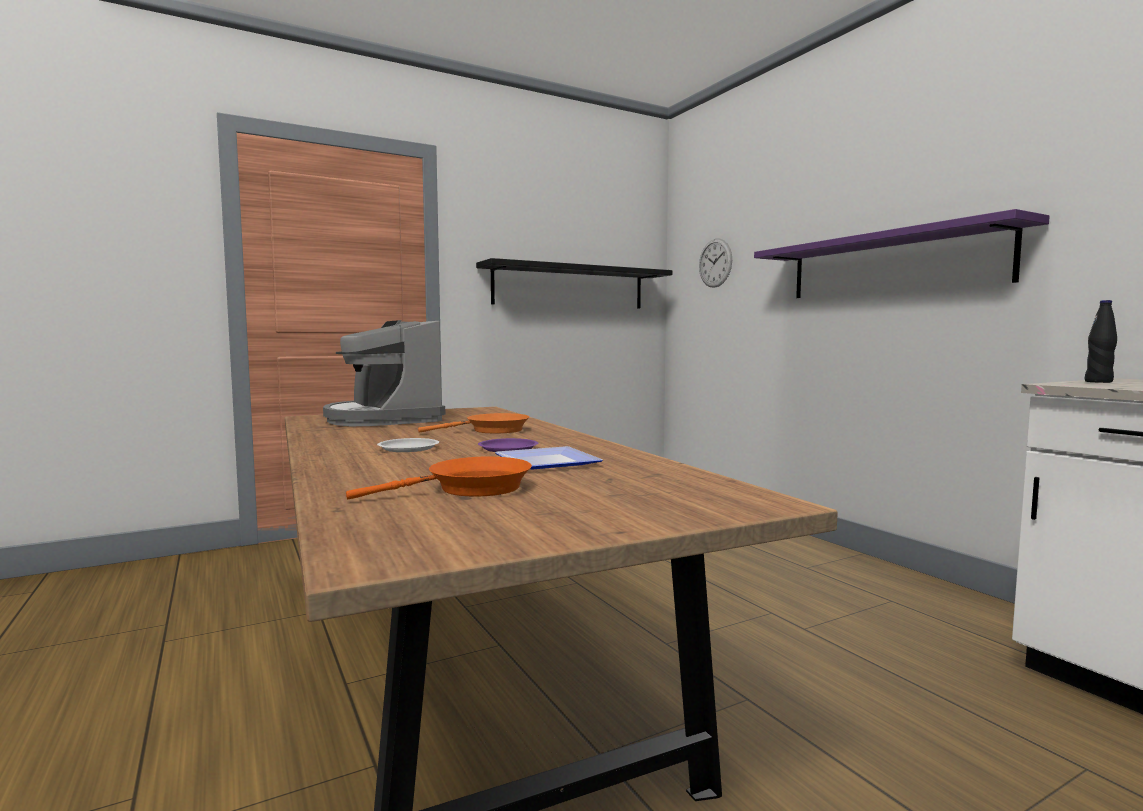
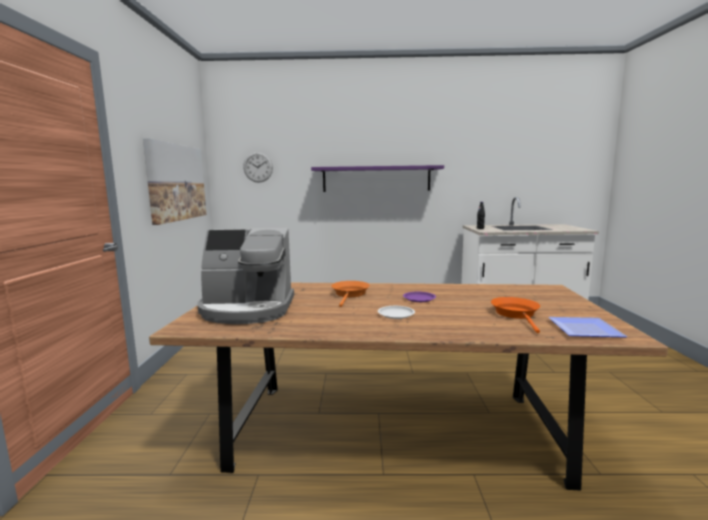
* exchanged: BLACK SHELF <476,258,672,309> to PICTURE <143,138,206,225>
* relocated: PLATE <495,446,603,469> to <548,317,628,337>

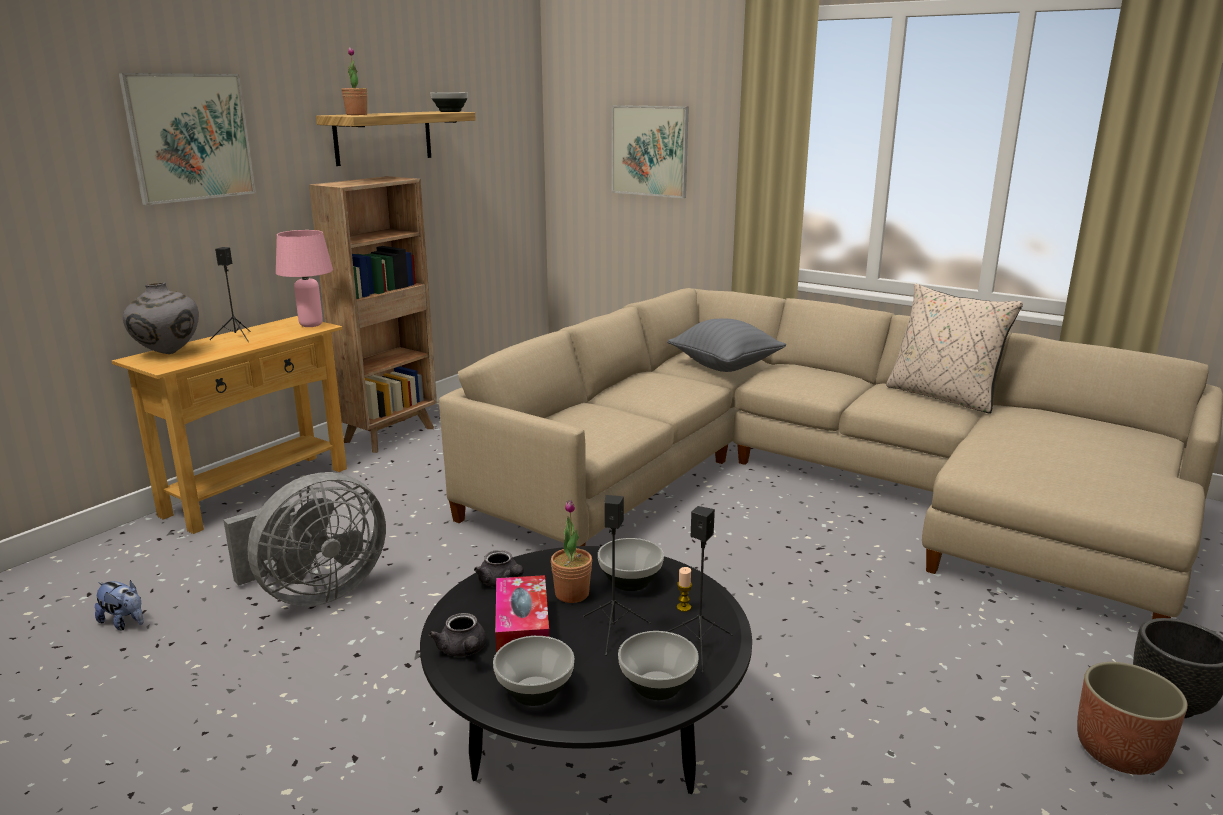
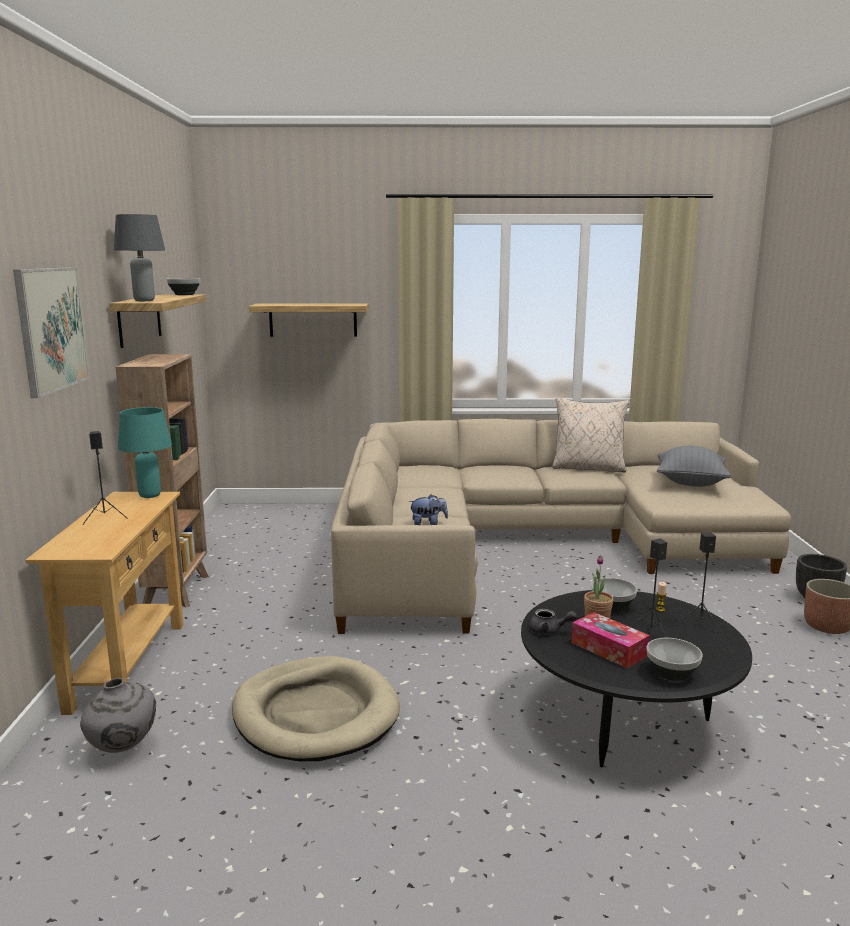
* relocated: PLUSH TOY <95,580,144,630> to <409,494,448,525>
* relocated: GREY VASE <123,282,199,354> to <80,678,156,753>
* exchanged: GREY FAN <223,472,386,606> to BEIGE DOG BED <232,656,400,762>
* colour: PINK TABLE LAMP <276,230,333,327> to TURQUOISE TABLE LAMP <118,407,172,498>
* exchanged: POTTED PLANT <341,47,367,115> to GREY TABLE LAMP <114,214,165,301>
* missing: GREY TEAPOT <429,613,487,657>
* exchanged: PICTURE <612,105,689,198> to SHELF <249,303,369,337>
* missing: BOWL <618,631,699,700>
* relocated: GREY PILLOW <667,319,786,372> to <657,446,731,487>

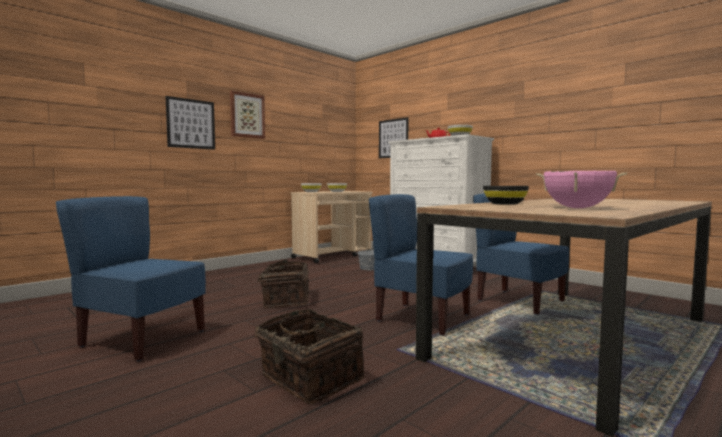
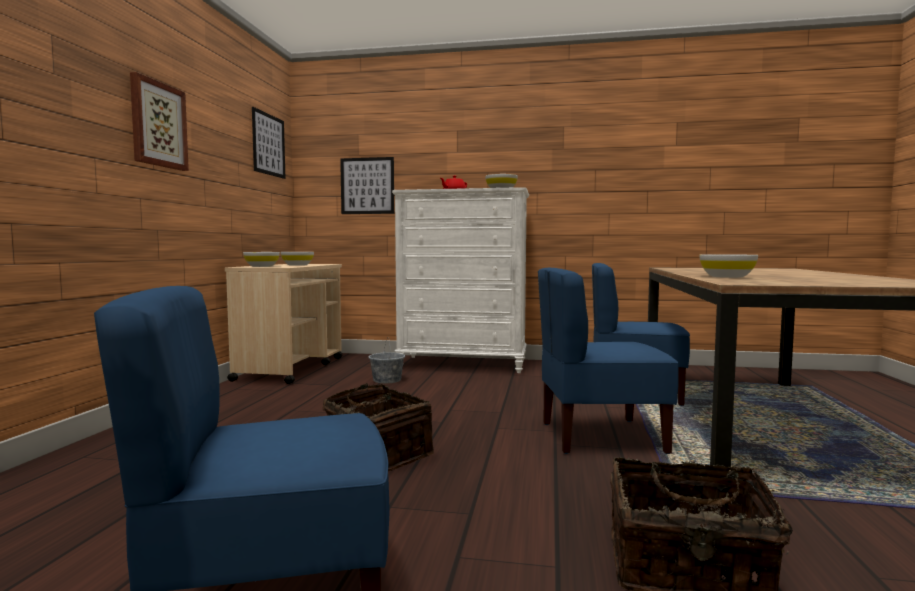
* relocated: PICTURE <166,96,215,150> to <252,107,286,179>
* colour: BLACK BOWL <483,186,529,205> to WHITE BOWL <699,254,758,278>
* missing: PINK COOKING POT <536,171,627,208>

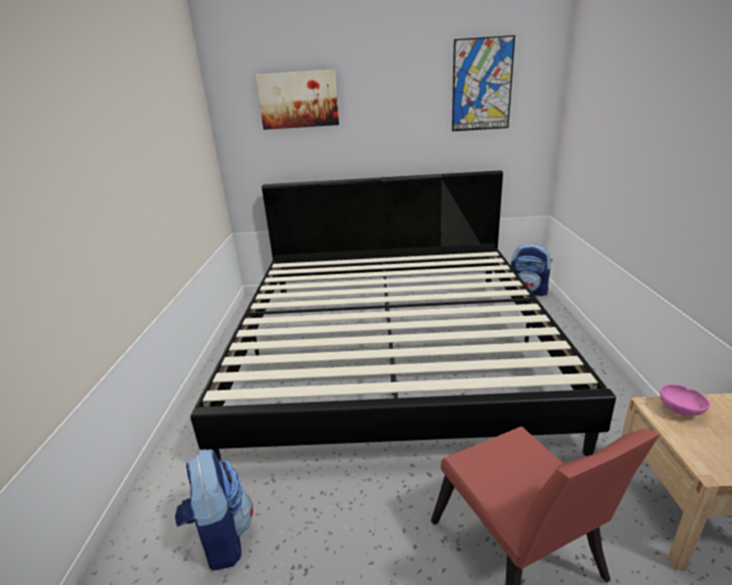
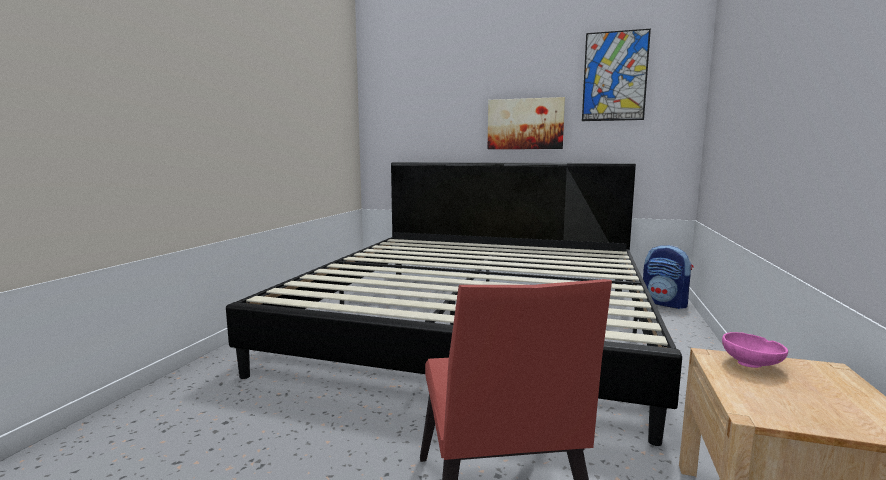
* missing: BACKPACK <175,449,253,571>
* relocated: PICTURE <255,69,339,130> to <488,97,565,149>

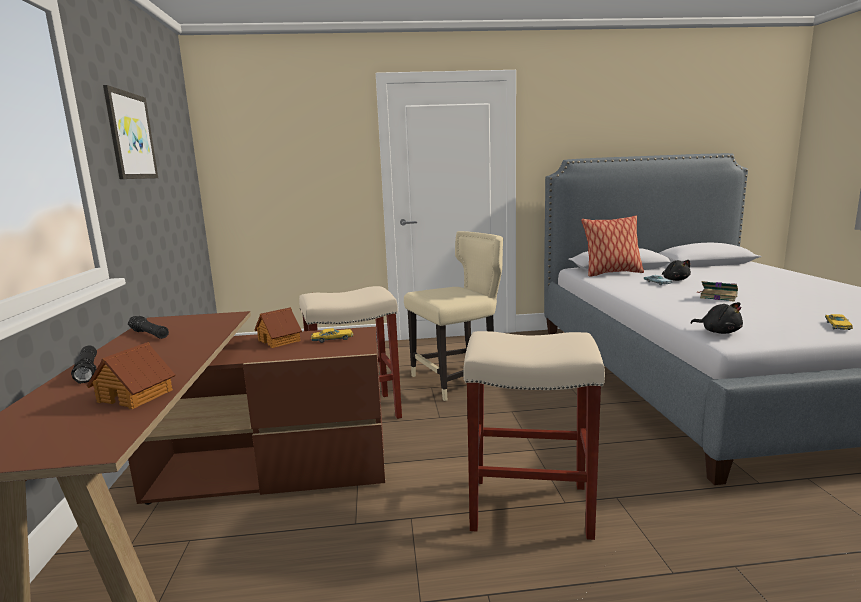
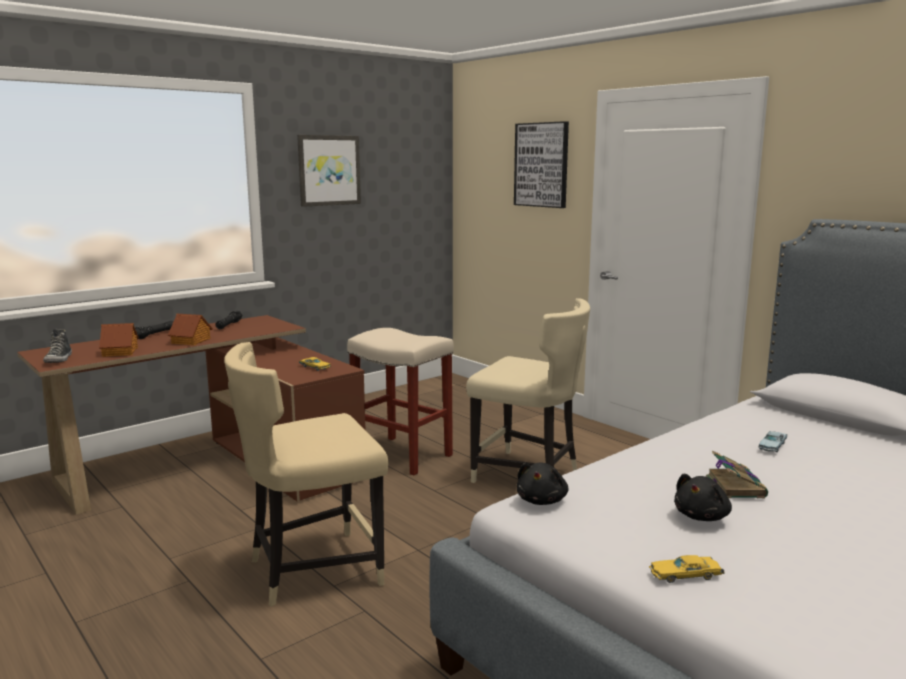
* relocated: TOY HOUSE <254,307,302,348> to <168,314,213,345>
* exchanged: BEIGE STOOL <463,331,605,540> to BEIGE CHAIR <224,342,388,607>
* missing: PILLOW <581,216,644,277>
* relocated: BLACK PLUSH TOY <662,260,691,281> to <674,473,732,521>
* appeared: SHOE <43,329,72,363>
* appeared: PICTURE <514,121,569,208>

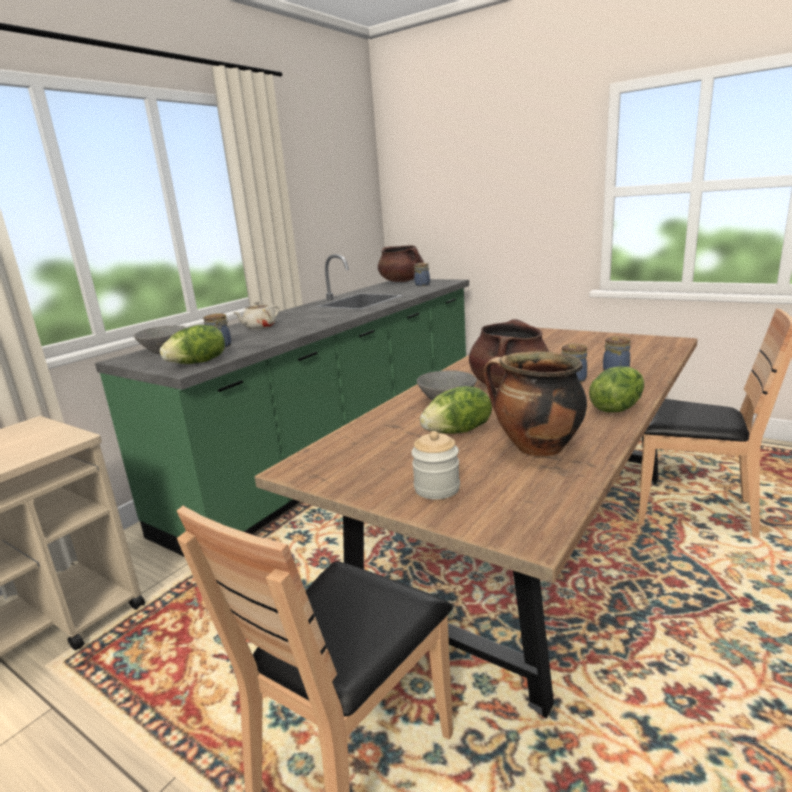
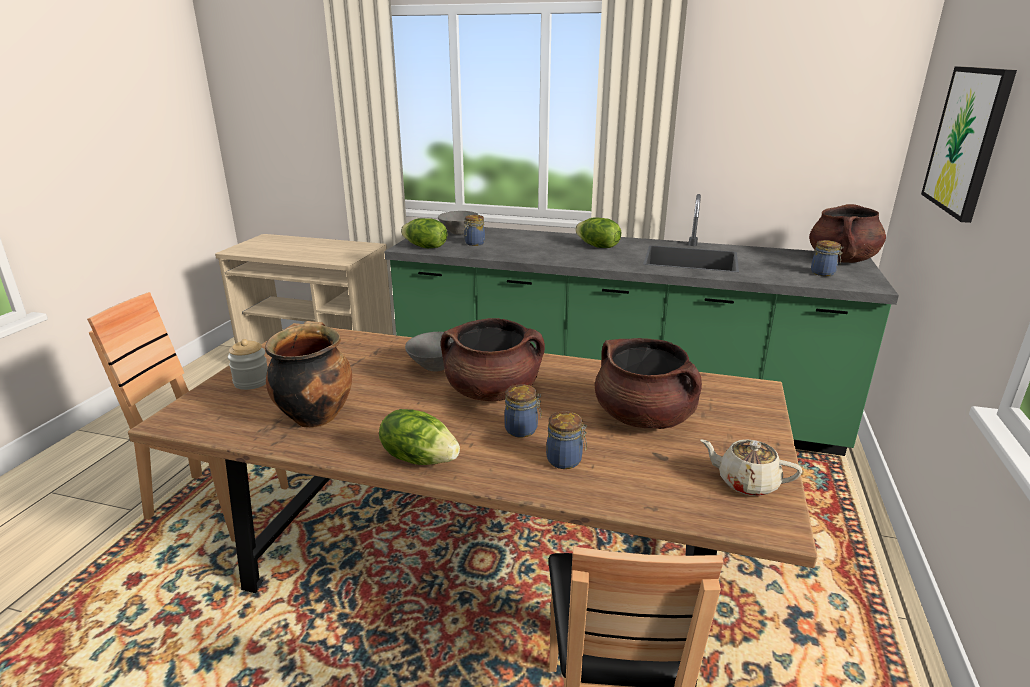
* relocated: BEIGE TEAPOT <232,301,279,330> to <700,439,802,496>
* relocated: LETTUCE <420,386,492,434> to <575,217,621,248>
* appeared: BROWN COOKING POT <595,338,702,429>
* appeared: PICTURE <921,66,1017,223>

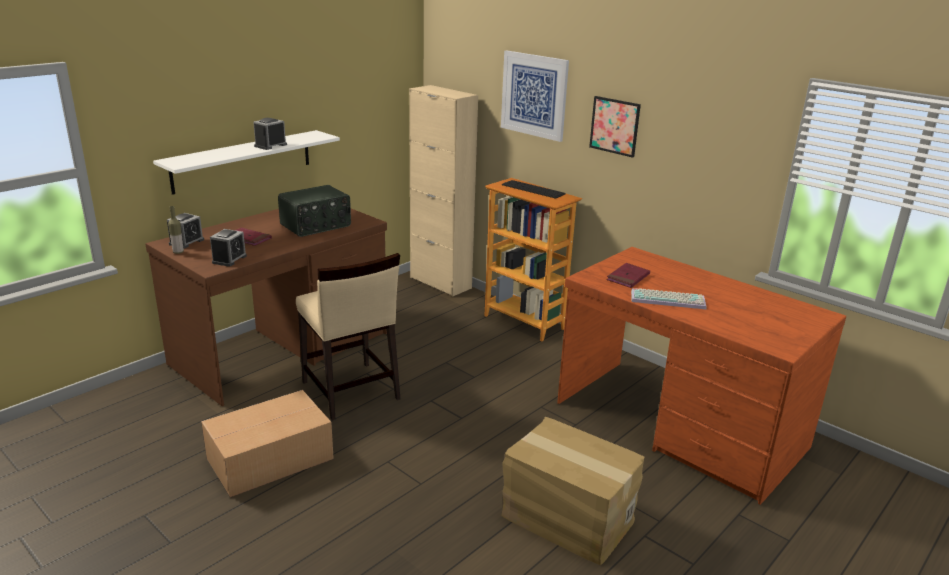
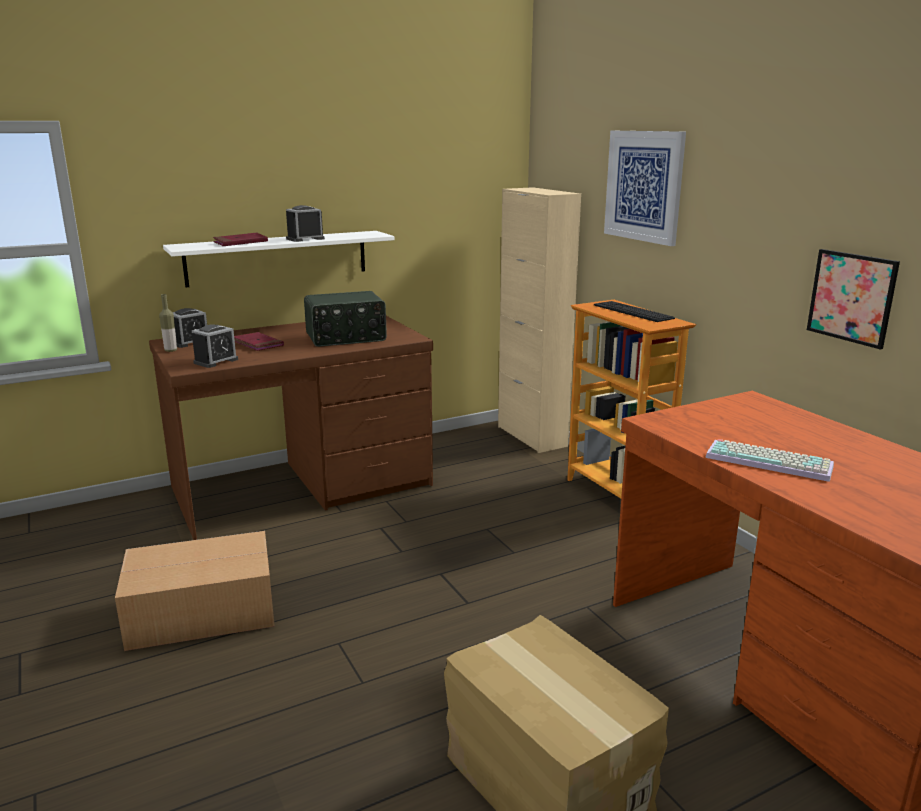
* missing: BEIGE CHAIR <296,253,400,420>
* relocated: PICTURE <589,96,641,158> to <807,249,900,349>
* relocated: RED BOOK <607,263,650,288> to <213,233,268,246>

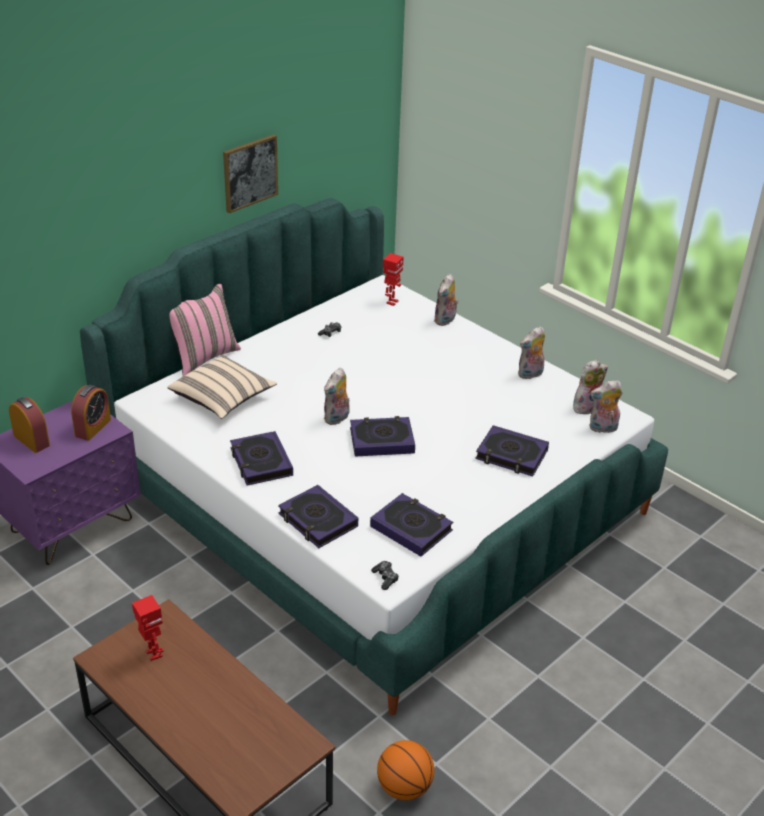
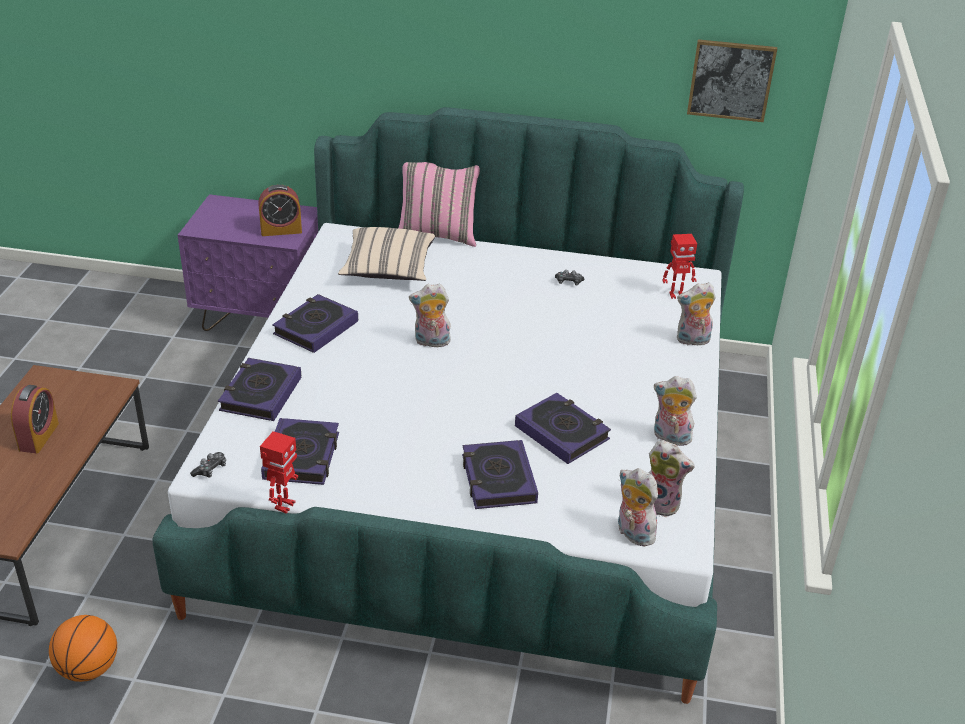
* relocated: ALARM CLOCK <9,397,50,453> to <11,385,59,453>
* relocated: TOY ROBOT <132,595,163,661> to <260,431,298,514>
* relocated: PICTURE <223,134,278,213> to <687,39,777,122>
* relocated: BOOK <350,416,415,457> to <515,393,611,464>

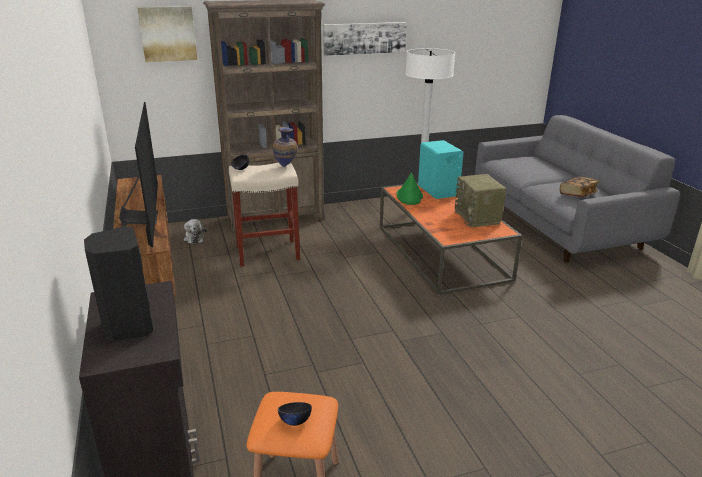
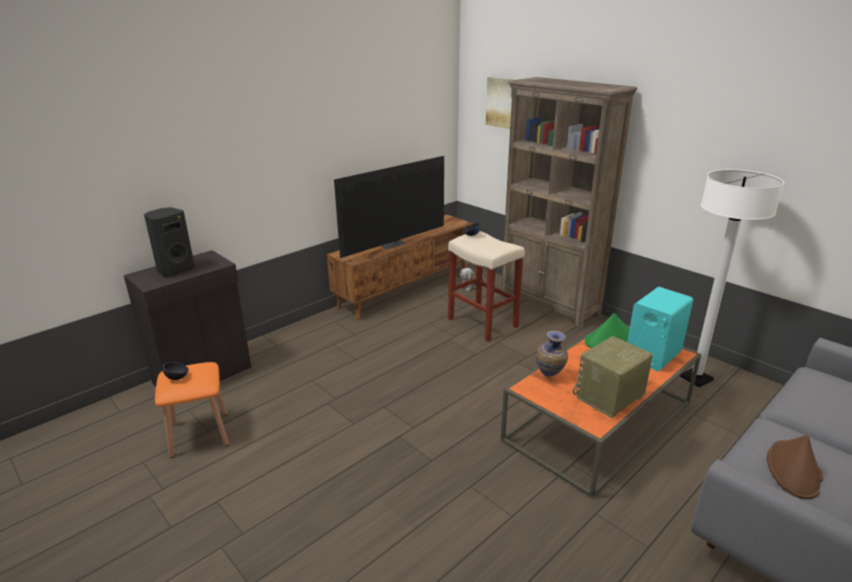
* relocated: VASE <273,127,297,167> to <536,331,568,377>
* missing: PICTURE <323,22,407,56>
* exchanged: BOOK <560,176,599,197> to BROWN HAT <767,435,823,499>

